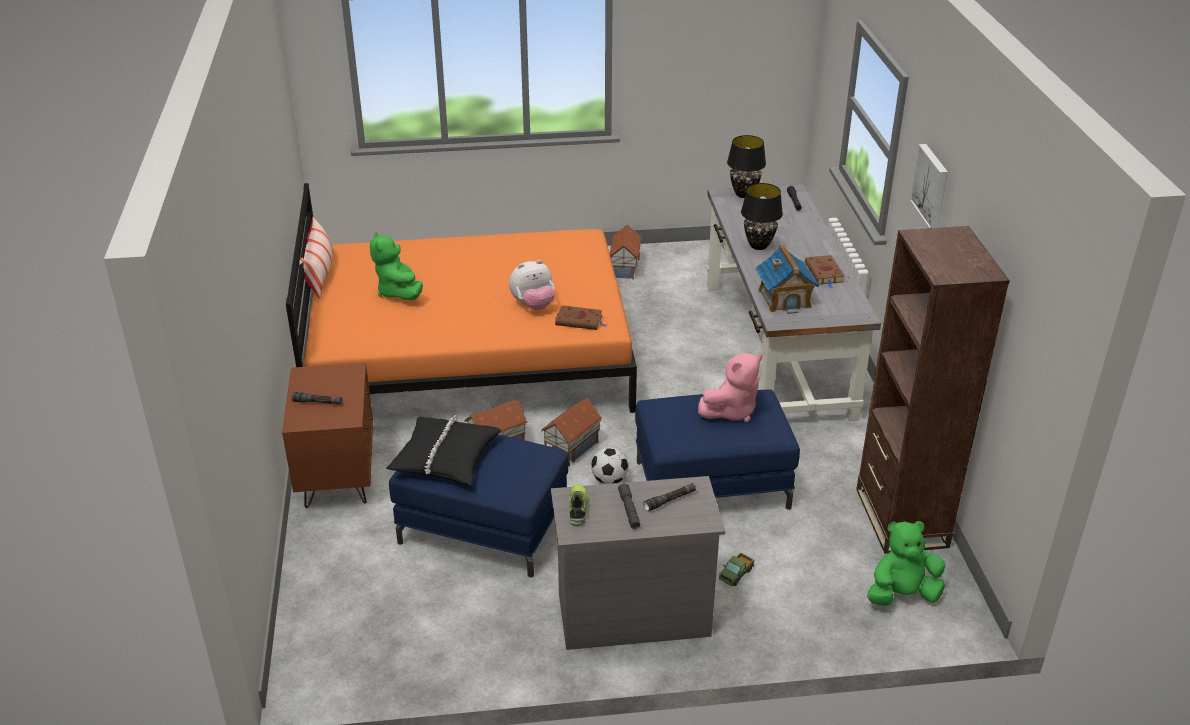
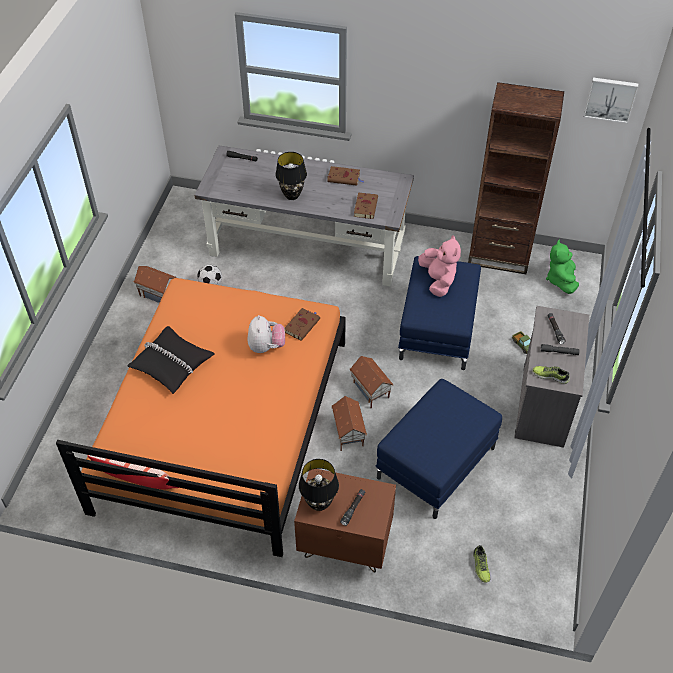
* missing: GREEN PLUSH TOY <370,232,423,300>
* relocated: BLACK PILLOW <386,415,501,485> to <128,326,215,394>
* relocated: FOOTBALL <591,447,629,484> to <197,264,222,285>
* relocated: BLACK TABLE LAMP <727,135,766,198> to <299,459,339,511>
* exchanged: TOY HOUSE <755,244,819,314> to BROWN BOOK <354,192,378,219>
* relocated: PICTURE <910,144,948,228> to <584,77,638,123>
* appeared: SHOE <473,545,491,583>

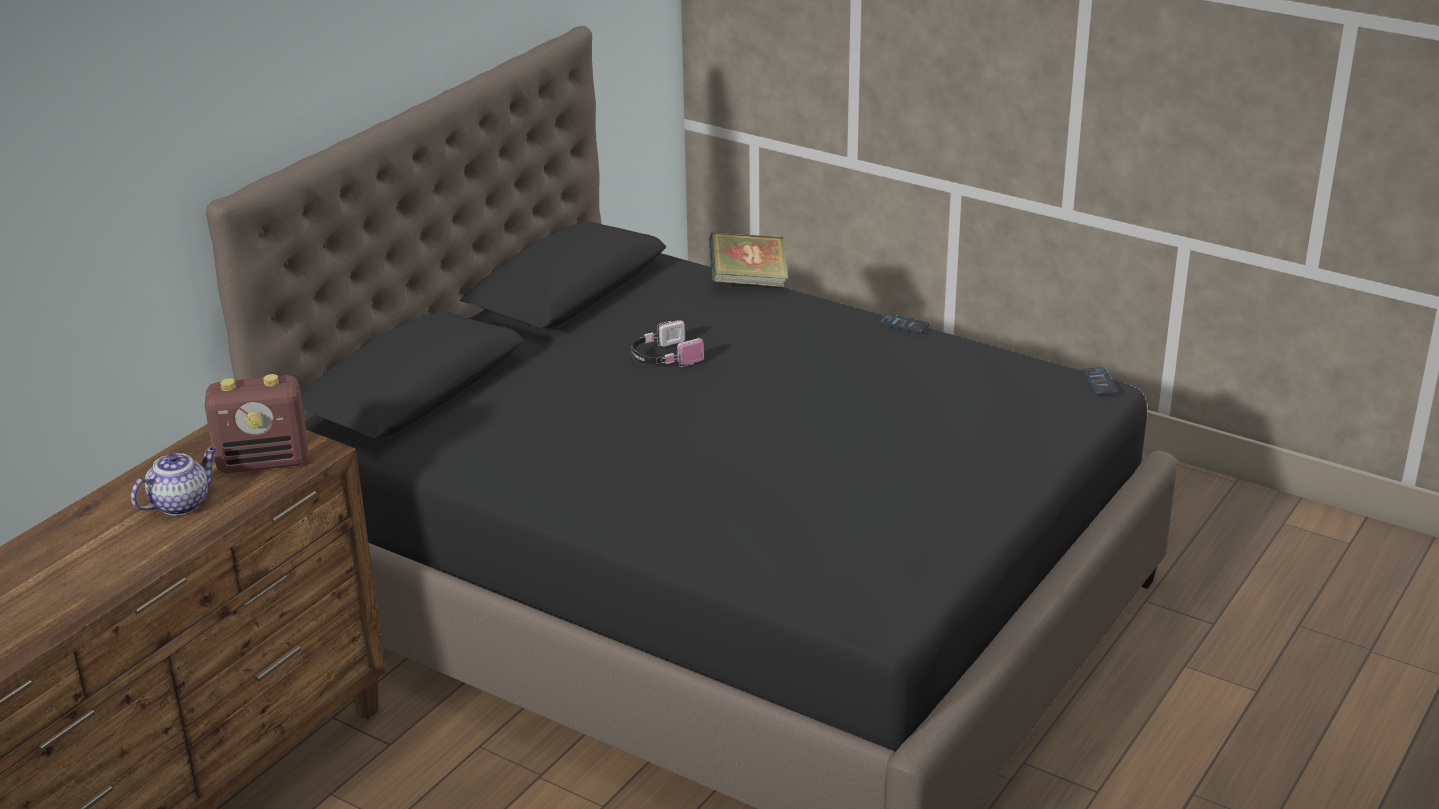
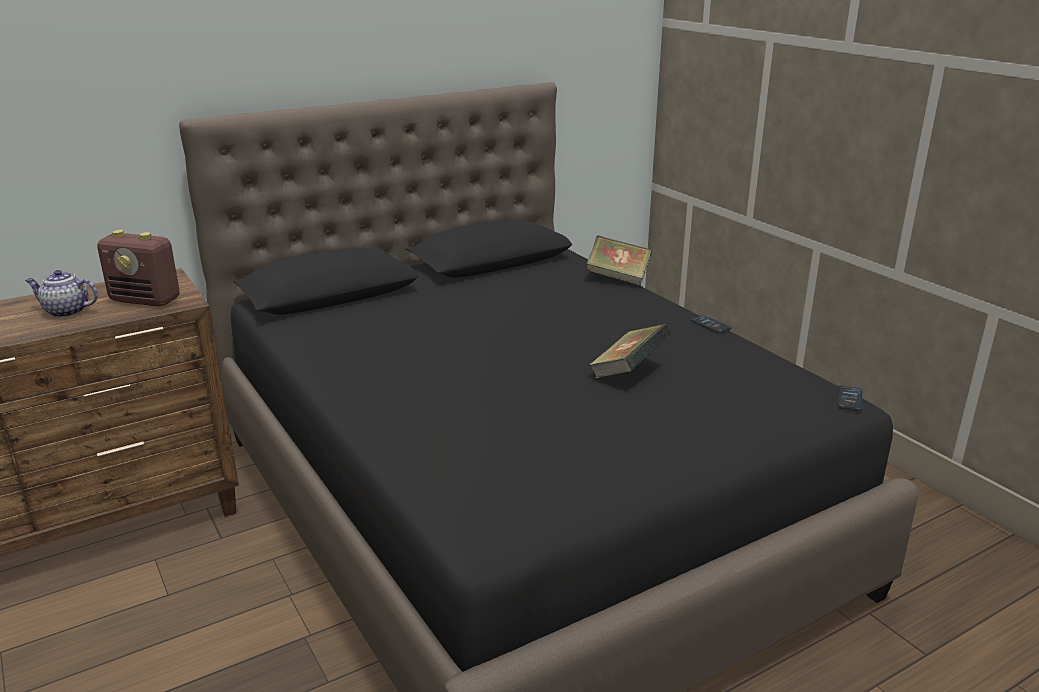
* spun: TEAPOT <131,447,217,516> = <25,270,98,318> 150 degrees counterclockwise
* missing: HEADPHONES <632,320,704,367>
* appeared: BOOK <588,324,671,379>

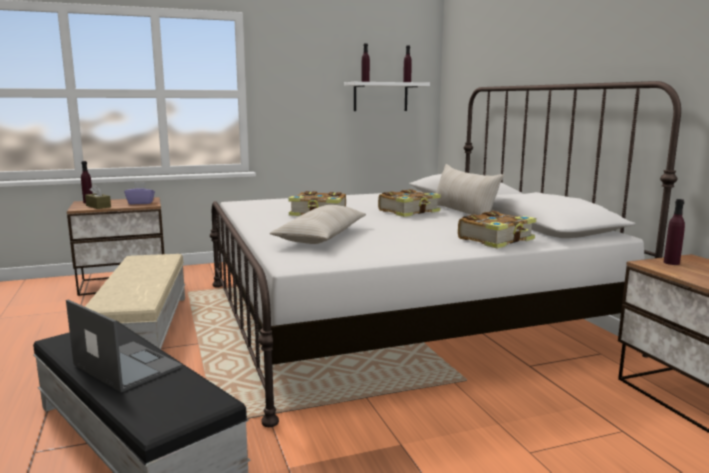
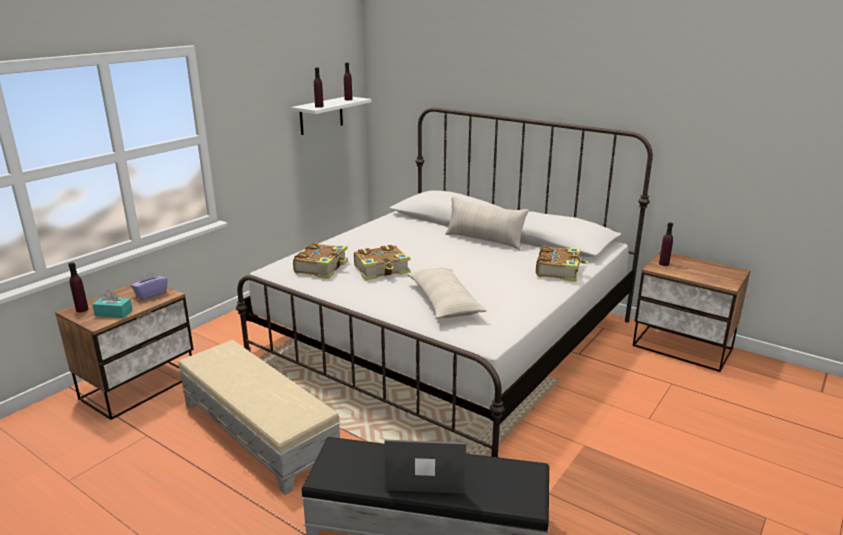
* colour: BROWN TISSUE BOX <85,185,111,209> to TURQUOISE TISSUE BOX <92,290,133,318>
* relocated: BOOK <378,189,441,217> to <293,243,348,279>

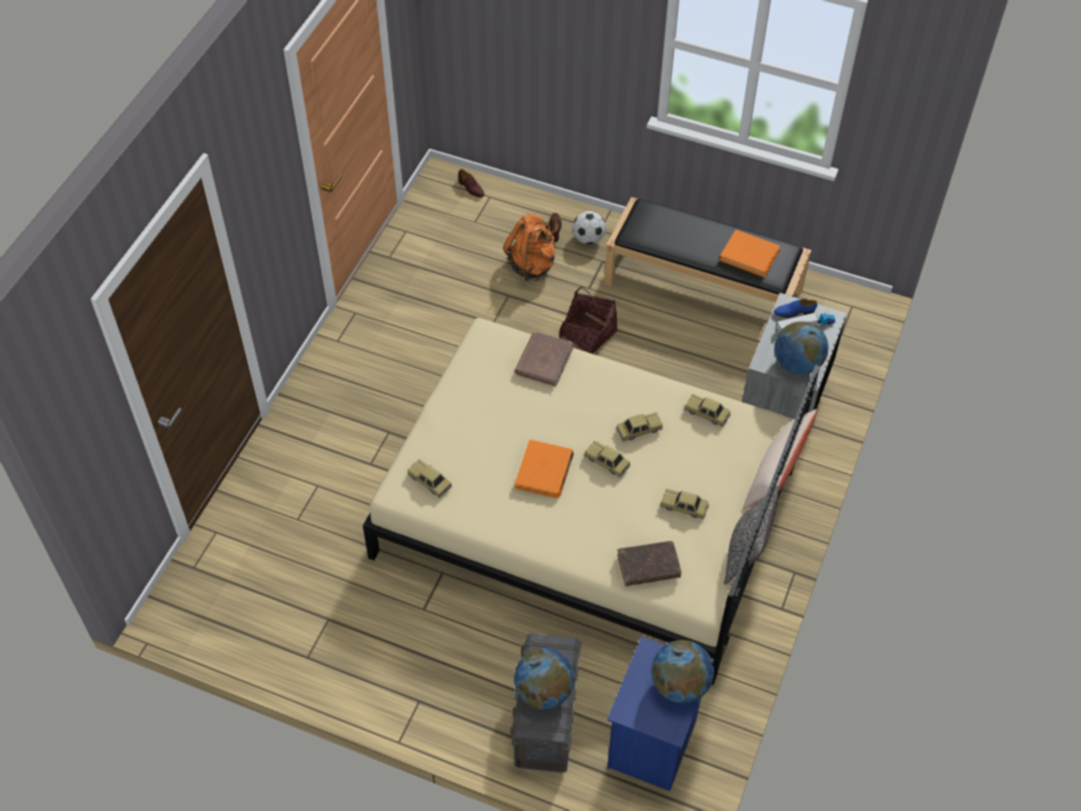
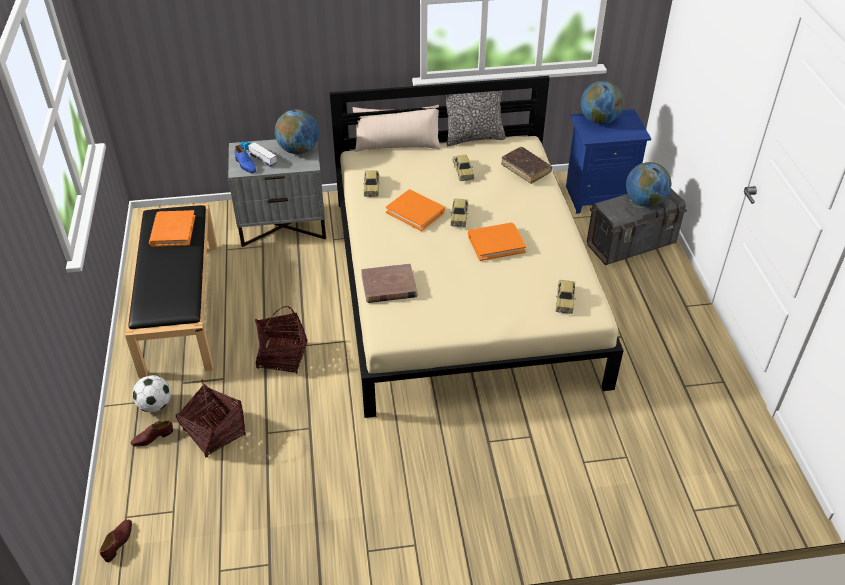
* exchanged: ORANGE BACKPACK <503,213,555,281> to BASKET <176,379,246,458>
* exchanged: TOY CAR <616,412,663,442> to ORANGE BOOK <386,189,445,231>

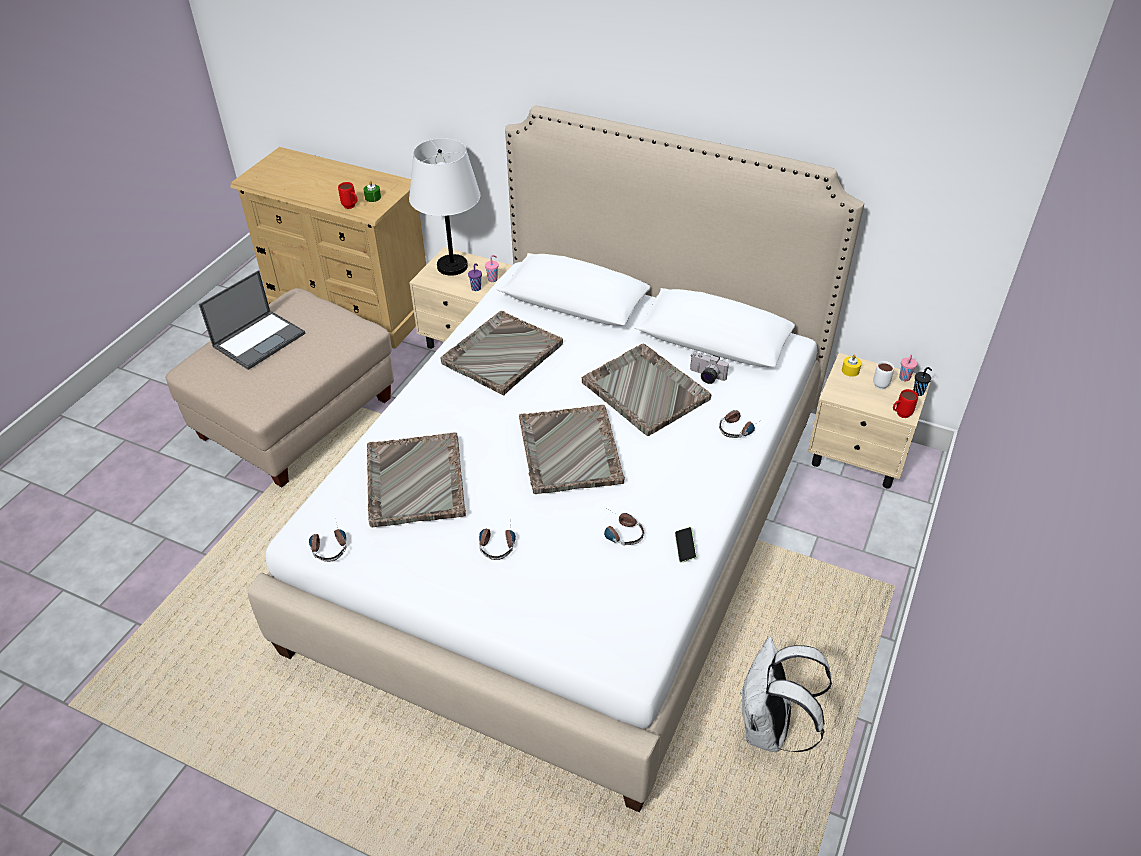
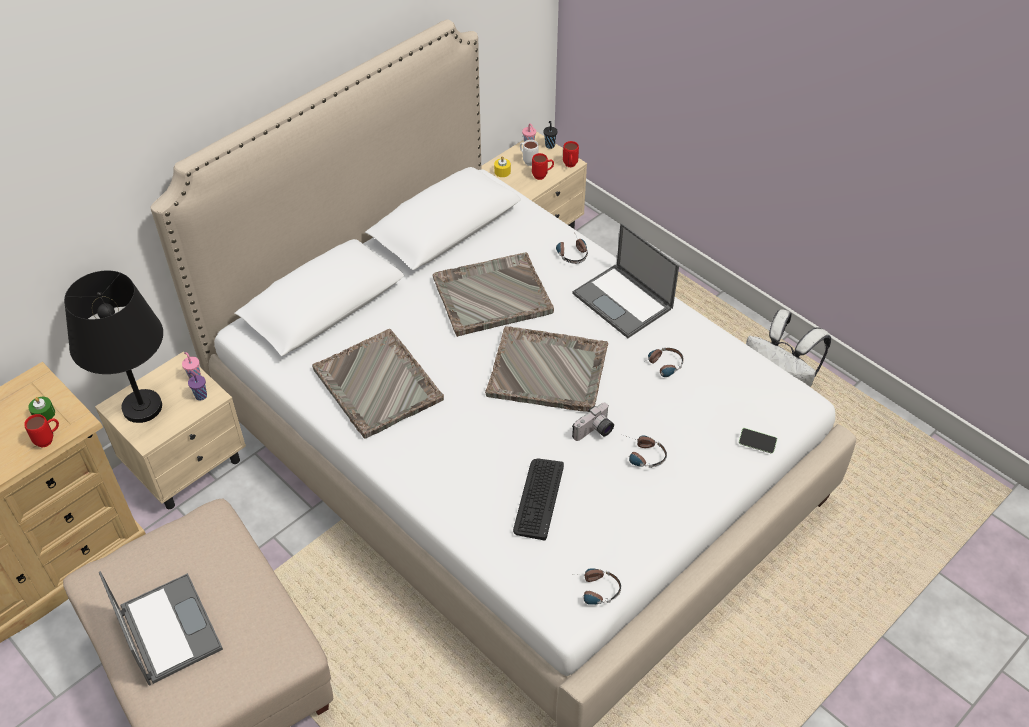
* exchanged: GREY TRAY <367,432,466,527> to KEYBOARD <513,458,564,540>
* colour: WHITE TABLE LAMP <409,138,480,276> to BLACK TABLE LAMP <64,271,163,423>
* relocated: PHONE <675,527,697,563> to <739,428,777,454>
* relocated: PHOTO CAMERA <690,352,729,384> to <572,403,614,441>
* appeared: RED MUG <532,153,554,180>
* appeared: LAPTOP <573,223,679,338>

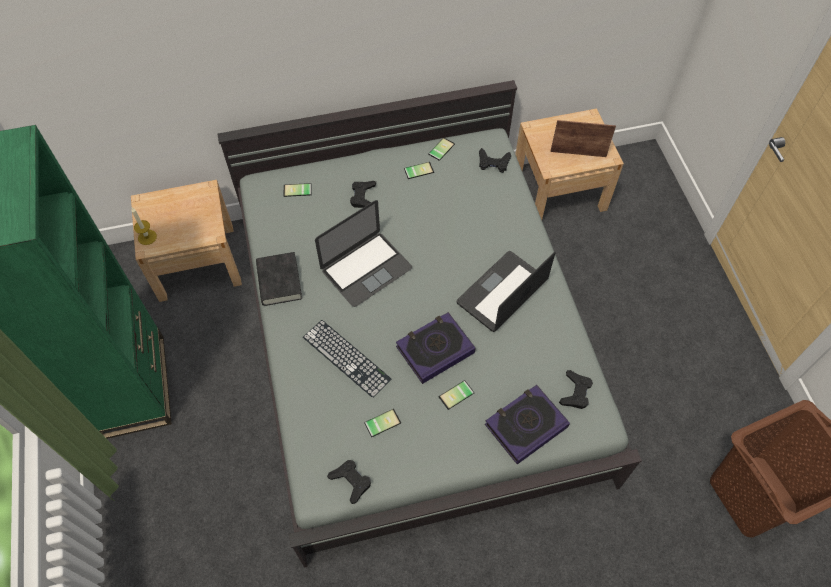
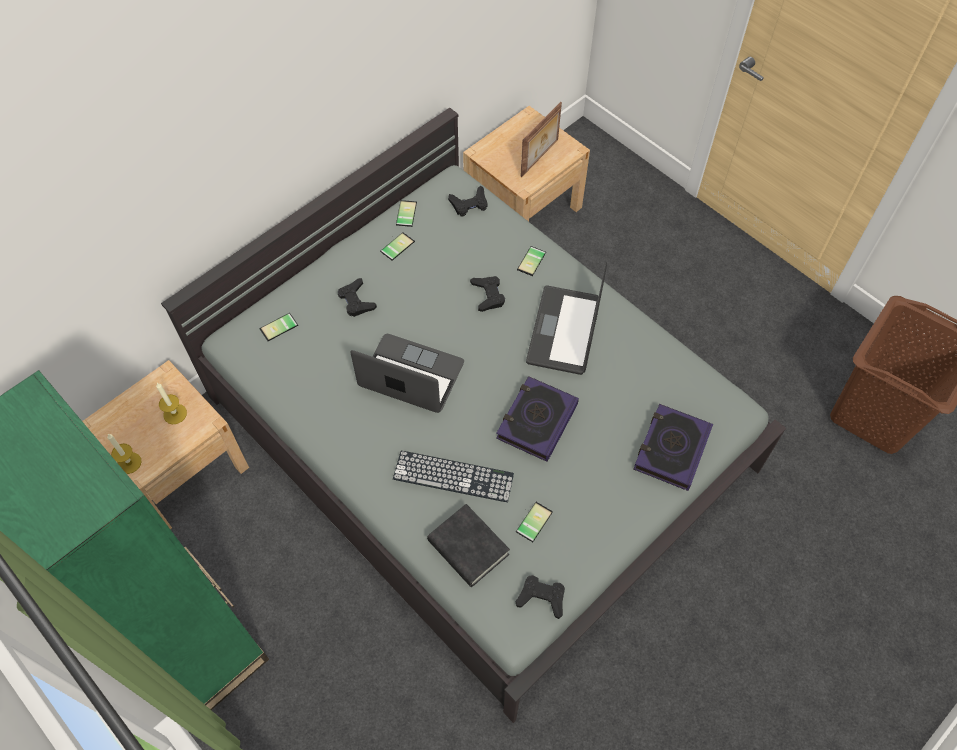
* relocated: BLACK BOOK <256,252,302,306> to <427,504,510,587>
* spun: LAPTOP <315,200,412,307> = <351,334,464,413> 90 degrees counterclockwise
* relocated: PHONE <438,380,474,410> to <517,246,546,276>
* spun: PICTURE FRAME <550,120,616,157> = <520,102,562,177> 150 degrees clockwise
* relocated: BLACK GAME CONTROLLER <559,370,593,409> to <470,276,505,312>
* appeared: CANDLE <156,383,187,424>

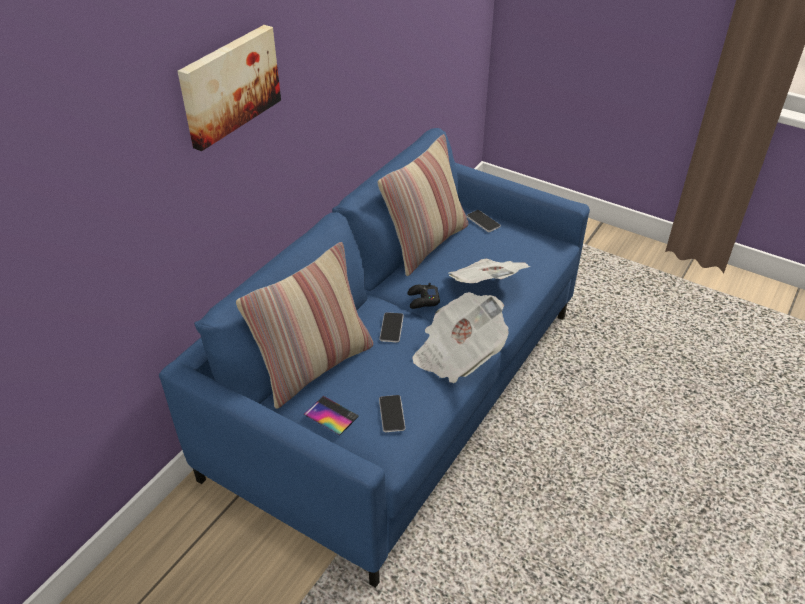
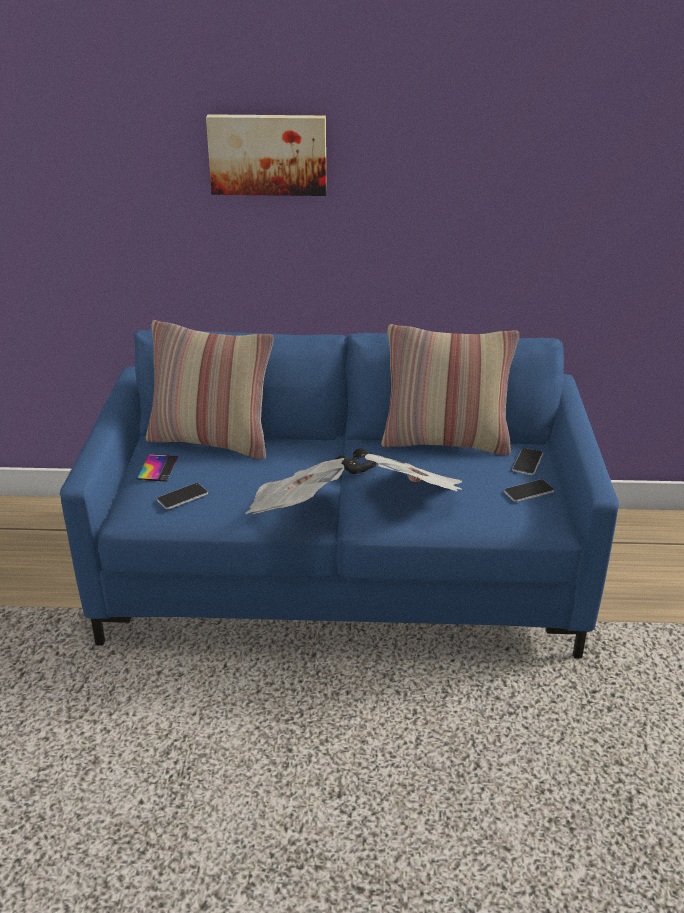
* relocated: PHONE <379,312,404,343> to <504,479,554,502>

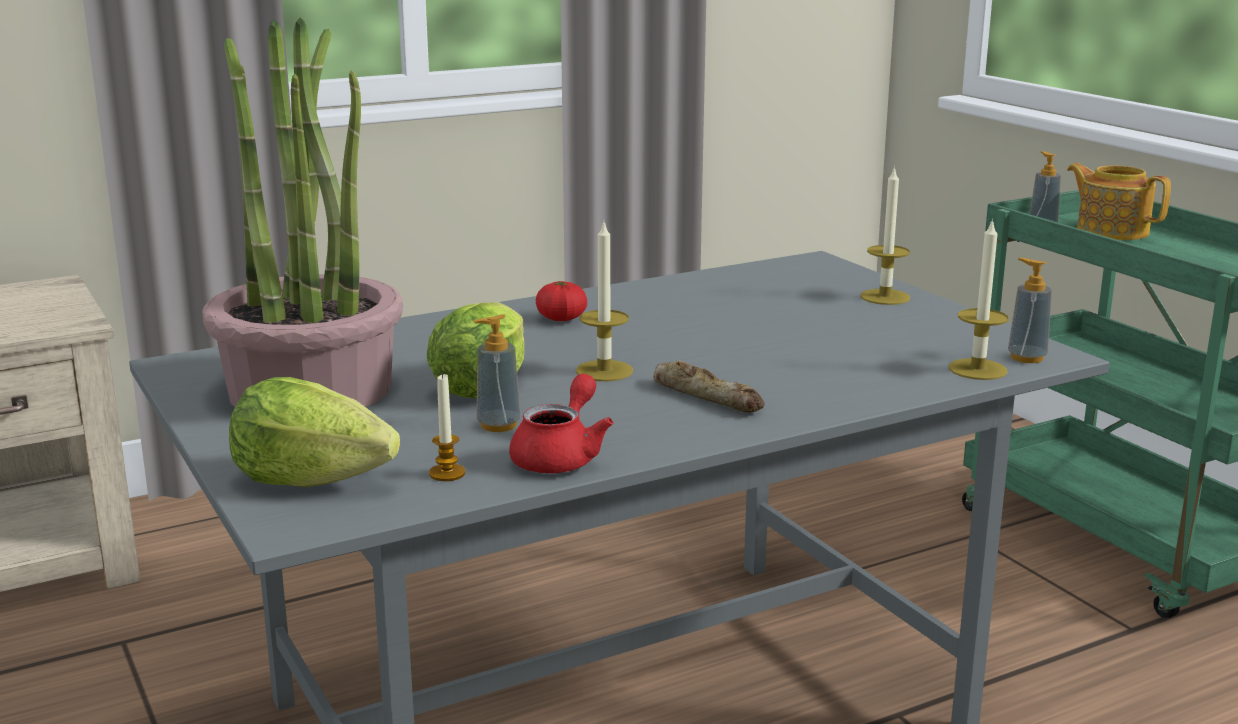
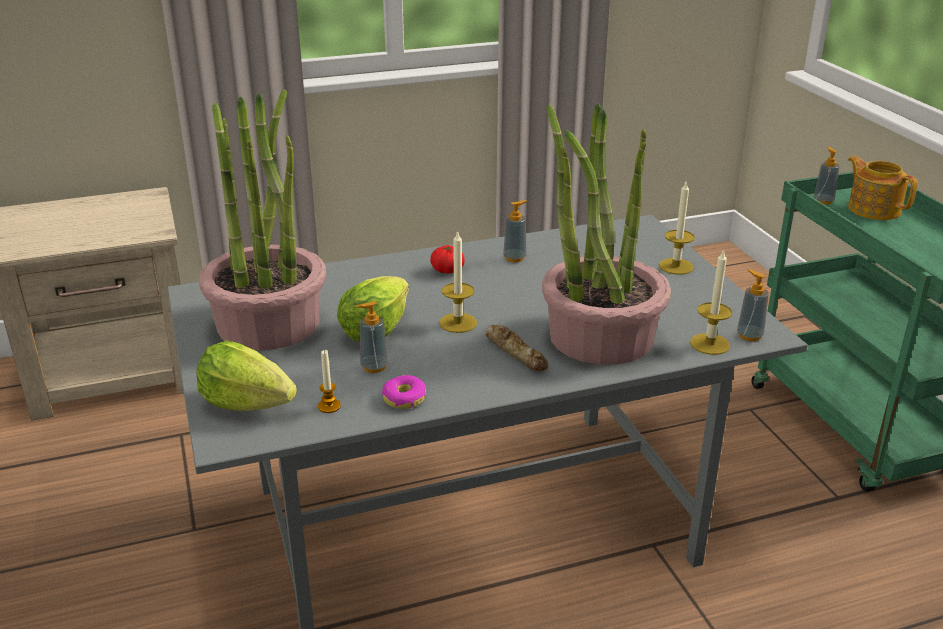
* exchanged: RED TEAPOT <509,374,613,473> to DONUT <382,375,426,409>
* appeared: SOAP DISPENSER <503,200,527,262>
* appeared: POTTED PLANT <542,103,671,365>

